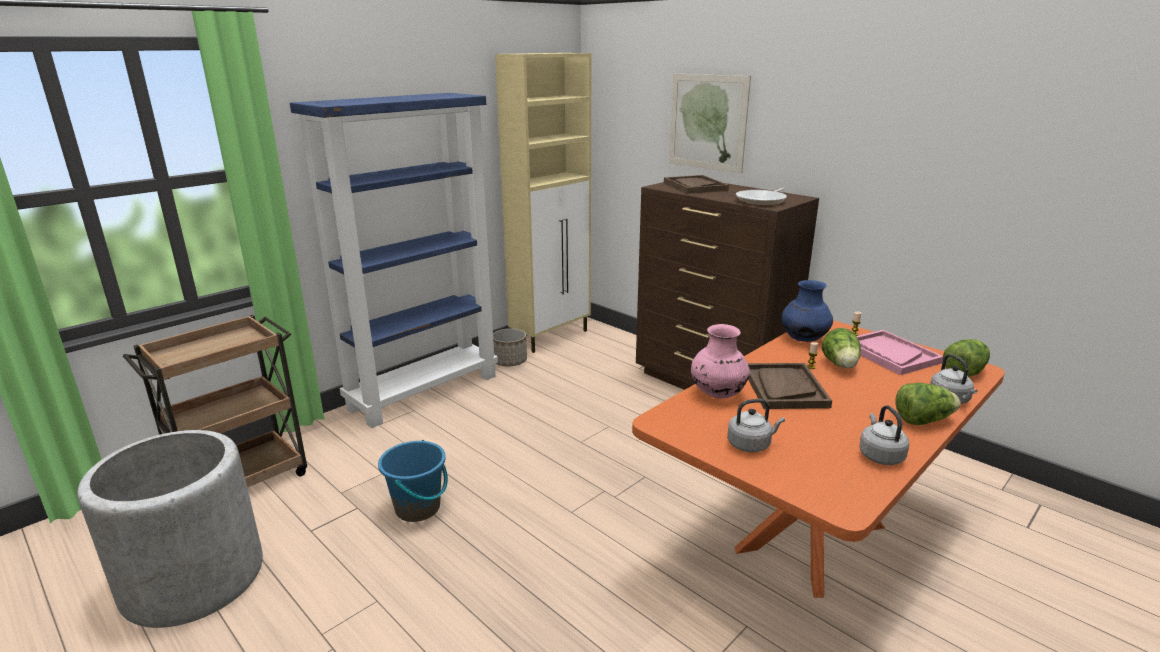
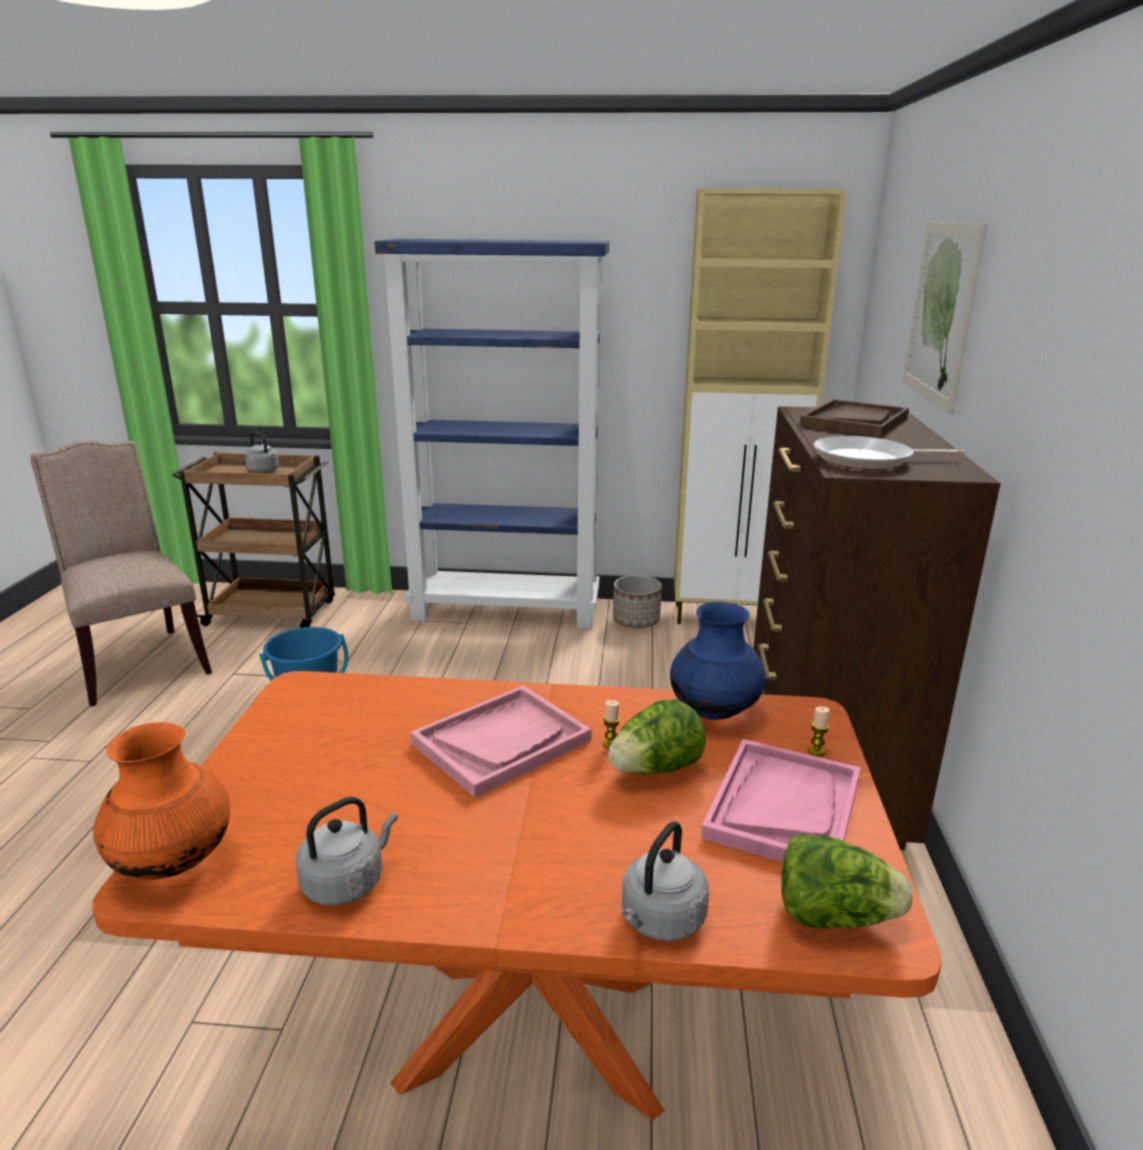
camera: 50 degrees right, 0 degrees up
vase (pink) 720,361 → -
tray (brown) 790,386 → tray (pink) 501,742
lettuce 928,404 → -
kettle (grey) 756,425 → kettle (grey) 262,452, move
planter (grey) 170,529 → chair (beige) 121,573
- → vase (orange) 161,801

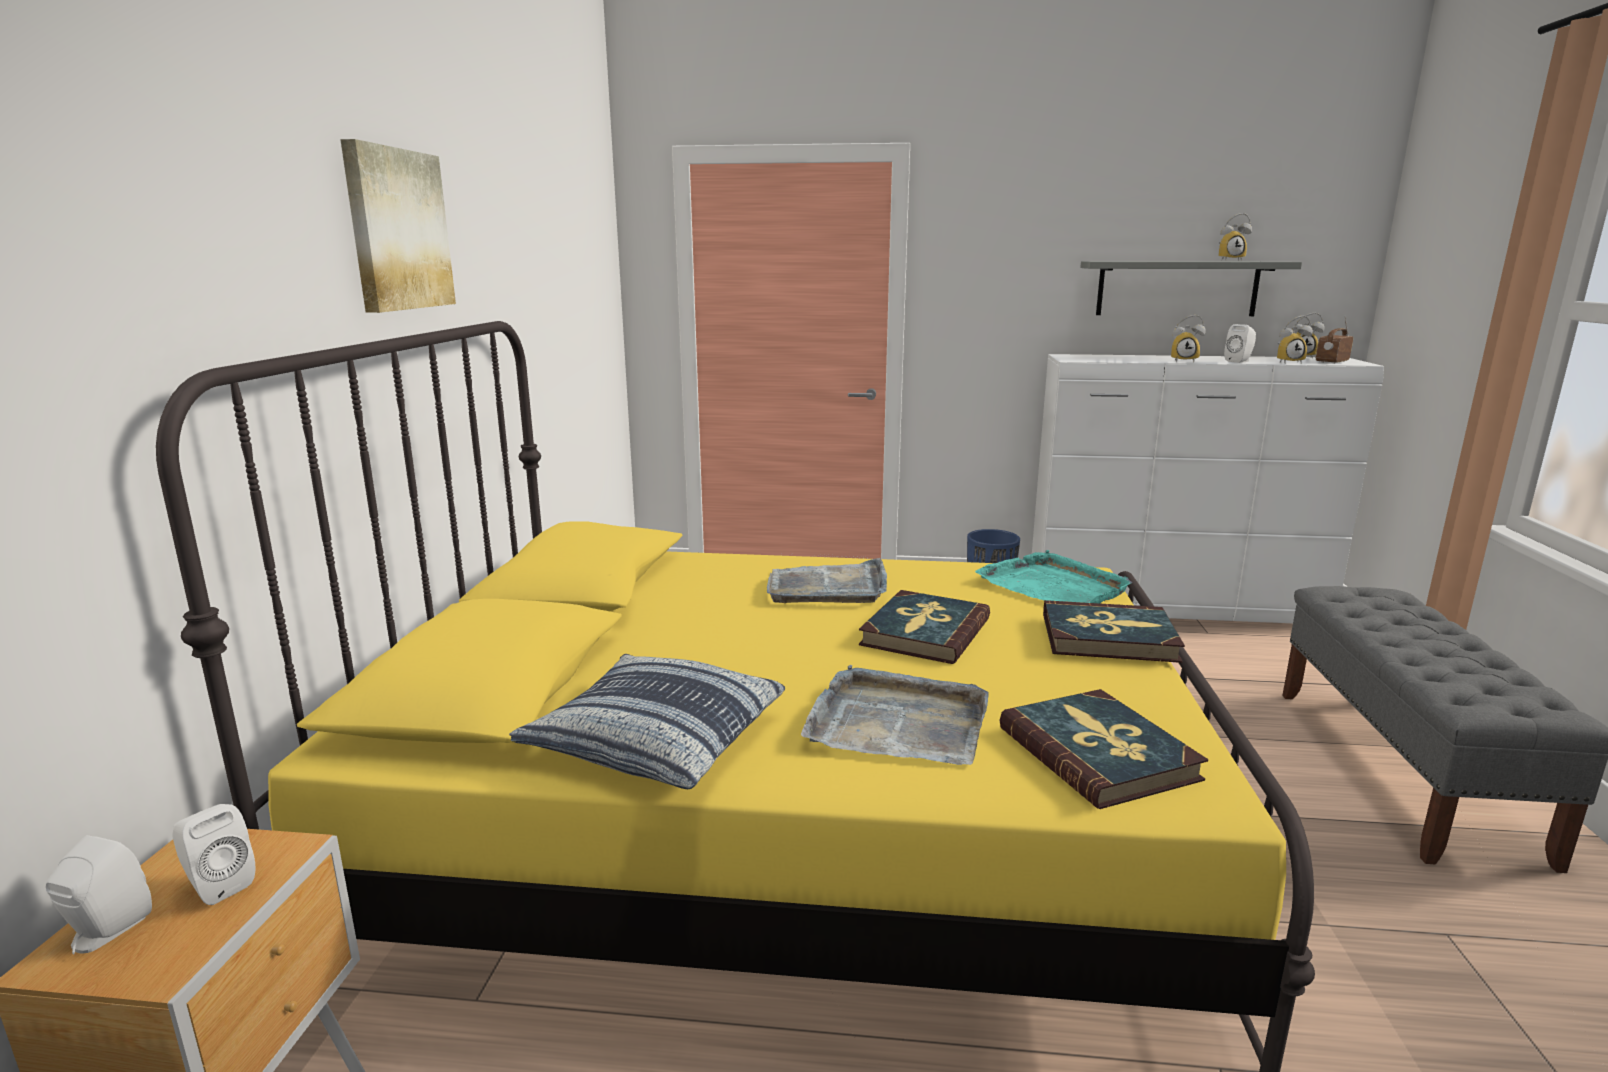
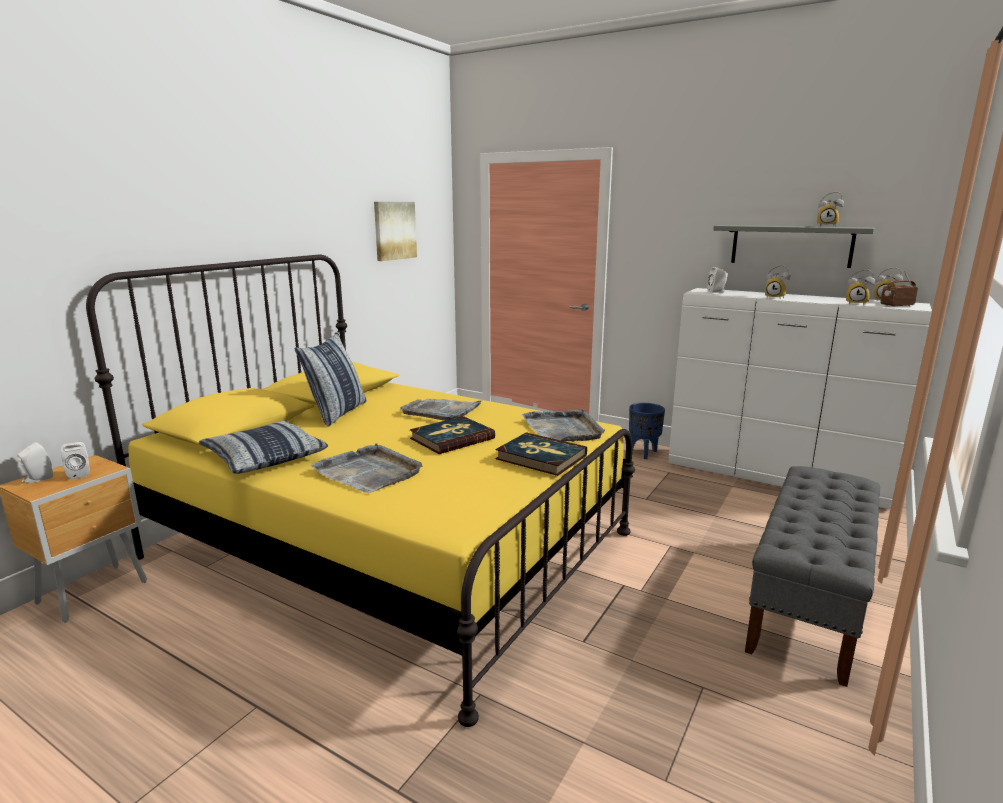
camera: 25 degrees right, 0 degrees up
picture 398,226 → picture 395,231, move
speaker (white) 1240,343 → speaker (white) 718,280, move
tray (turquoise) 1053,576 → tray (grey) 563,425
book 1104,749 → -
- → pillow 330,379

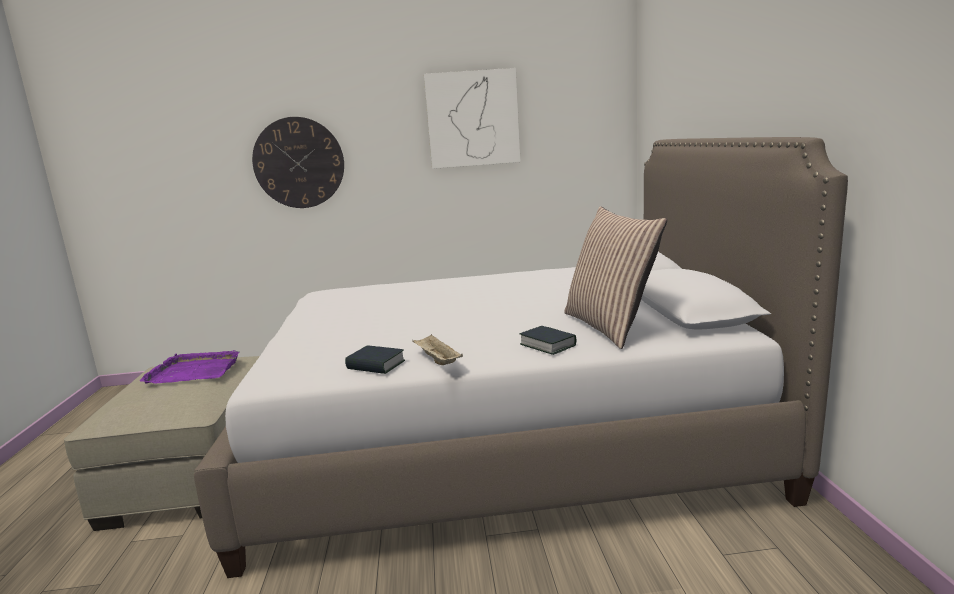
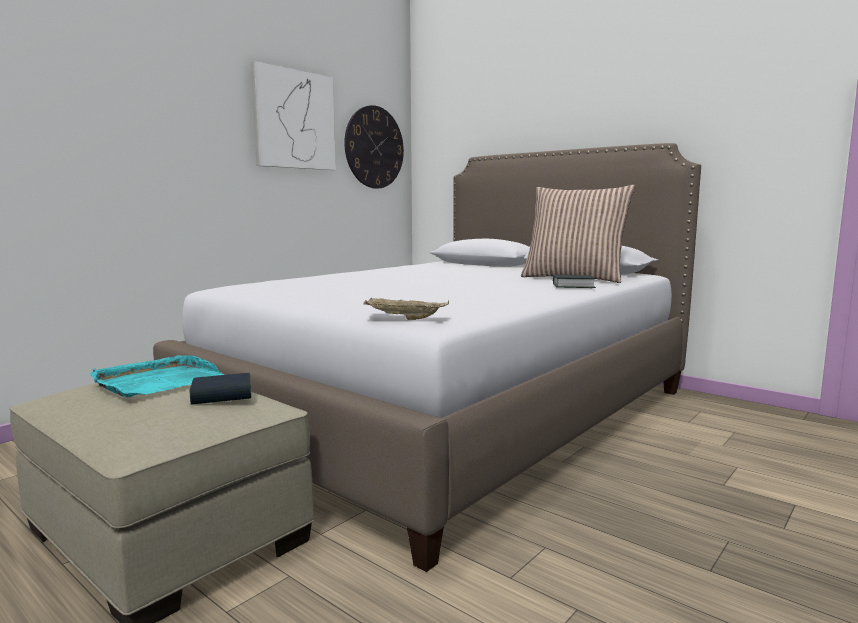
camera: 45 degrees left, 5 degrees down
wall clock 298,162 → wall clock 374,147, move
tray (beige) 437,349 → tray (beige) 406,309, move
book 375,360 → book 220,389, move
tray (purple) 189,367 → tray (turquoise) 157,376

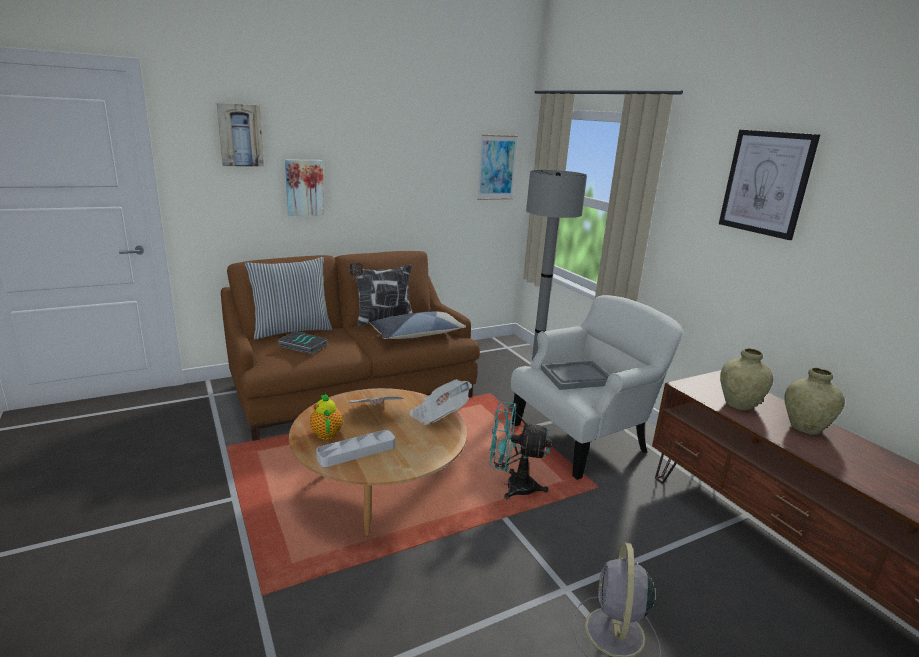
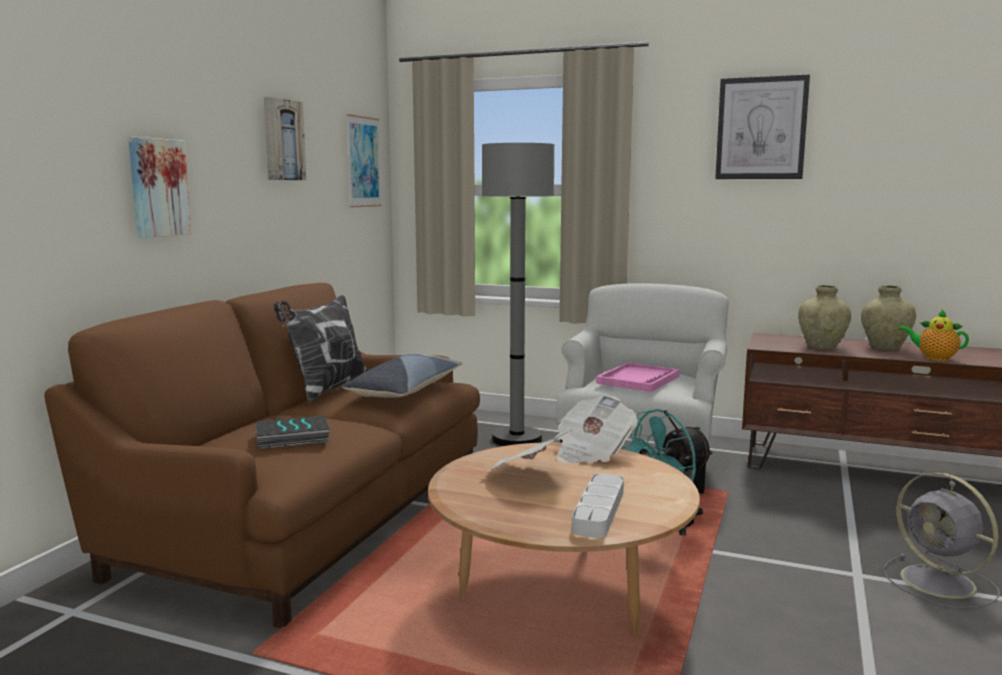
camera: 40 degrees left, 10 degrees down
picture 240,135 → picture 285,138, move
pillow 289,298 → -
tray (grey) 575,375 → tray (pink) 638,377
teapot 326,416 → teapot 934,335, move

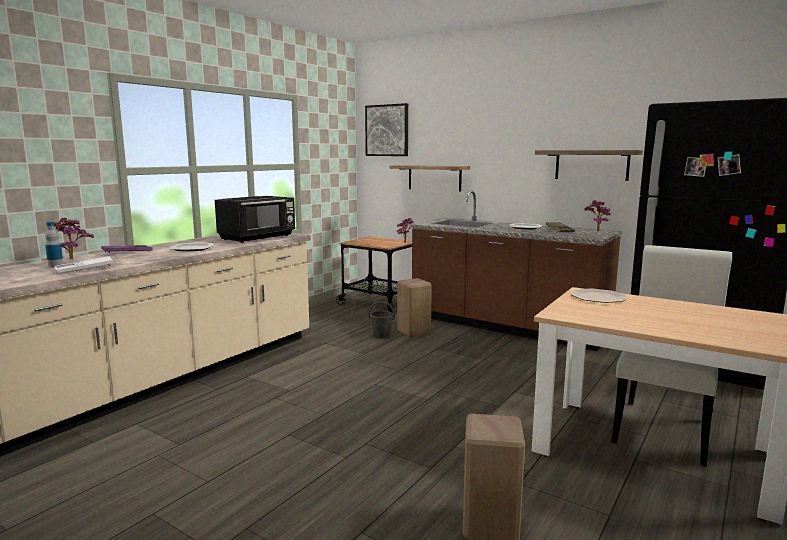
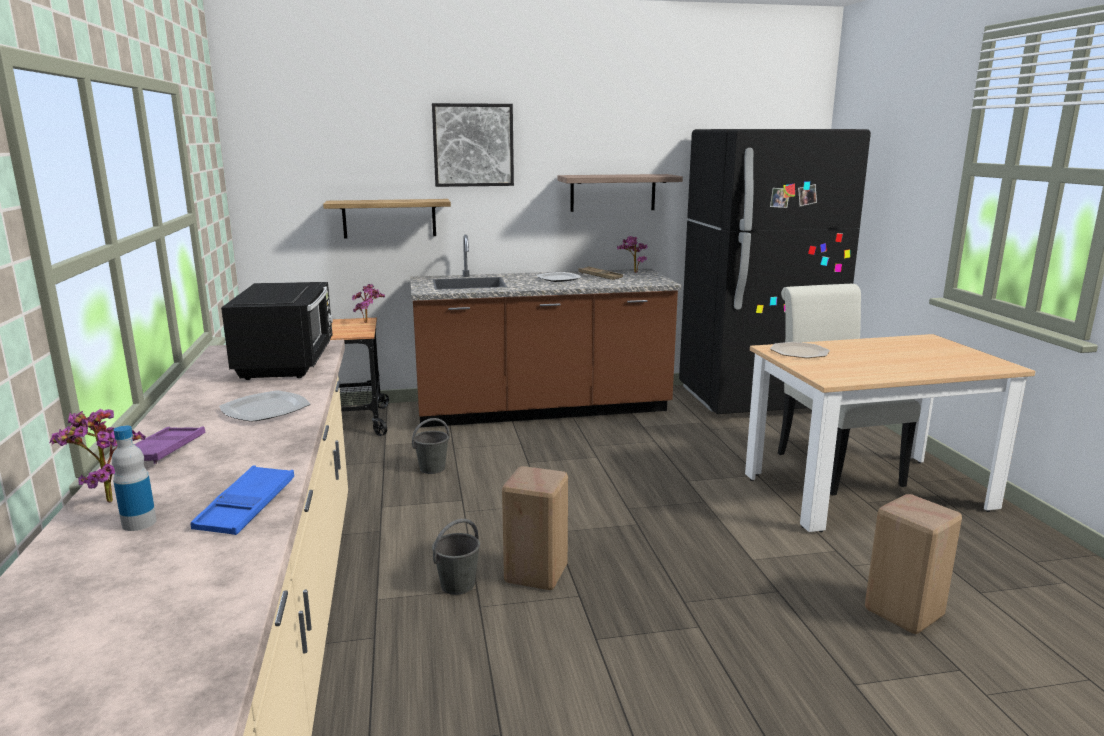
camera: 45 degrees left, 5 degrees up
picture 386,129 → picture 473,145, move
tray (white) 84,265 → tray (blue) 242,500
stool (beige) 414,307 → stool (beige) 535,528, move
- → bucket (grey) 456,557

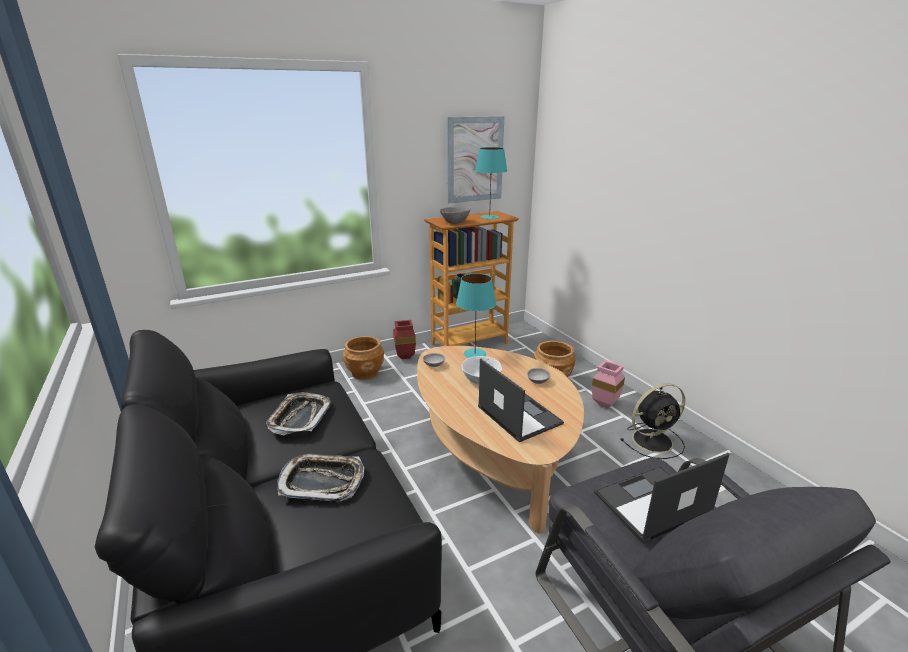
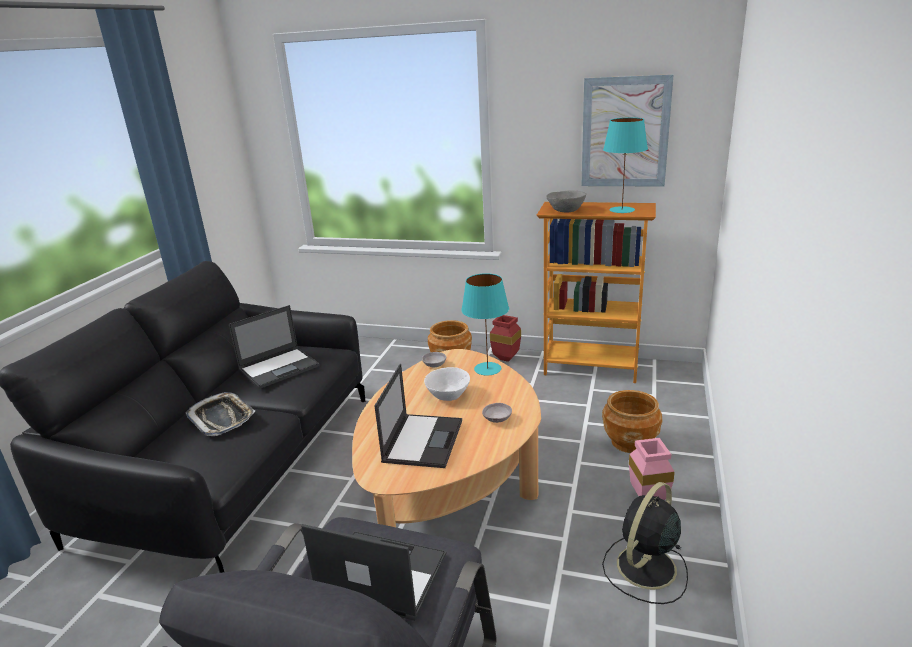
camera: 45 degrees right, 0 degrees up
fan (black) 652,421 → fan (black) 645,543, 105 degrees clockwise
tray 298,414 → laptop 274,347

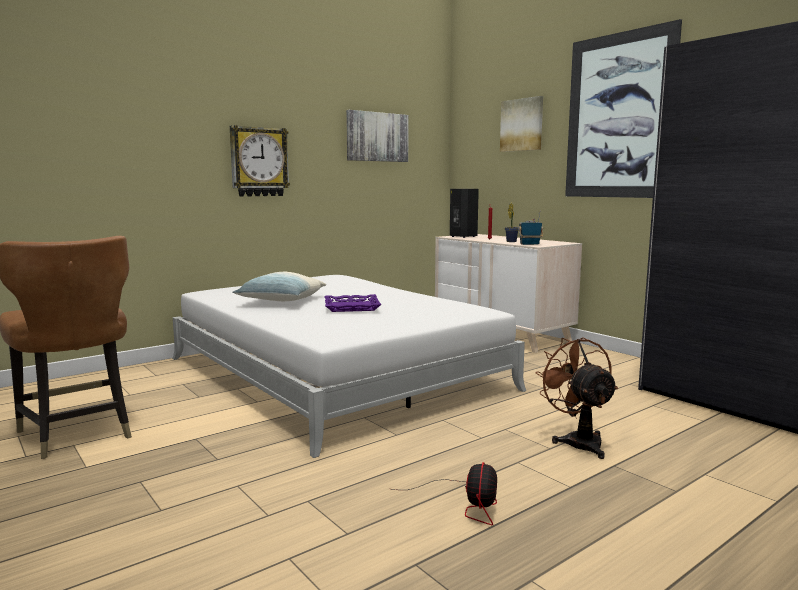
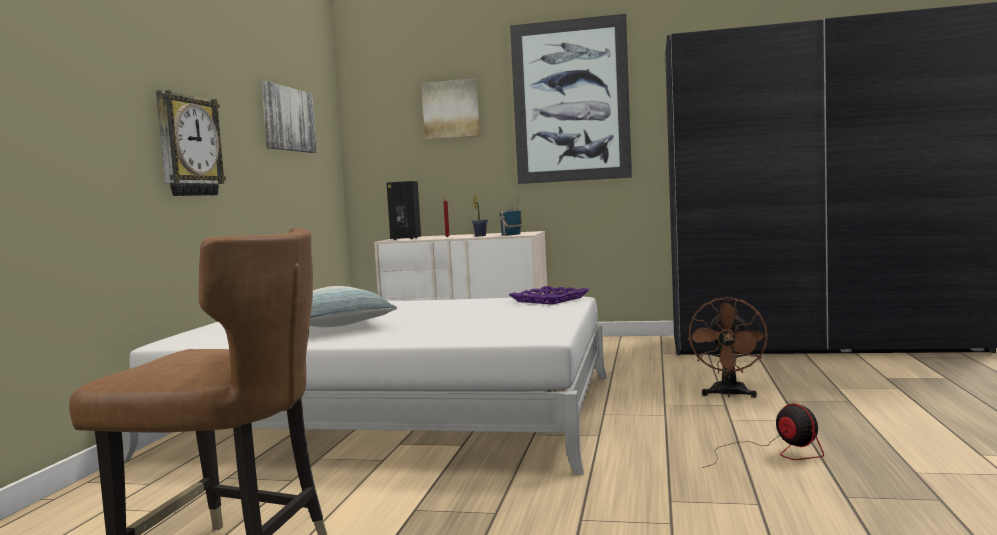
camera: 40 degrees left, 5 degrees down
tray (purple) 352,303 → tray (purple) 549,295, move
fan (brown) 577,398 → fan (brown) 728,347, 105 degrees counterclockwise

